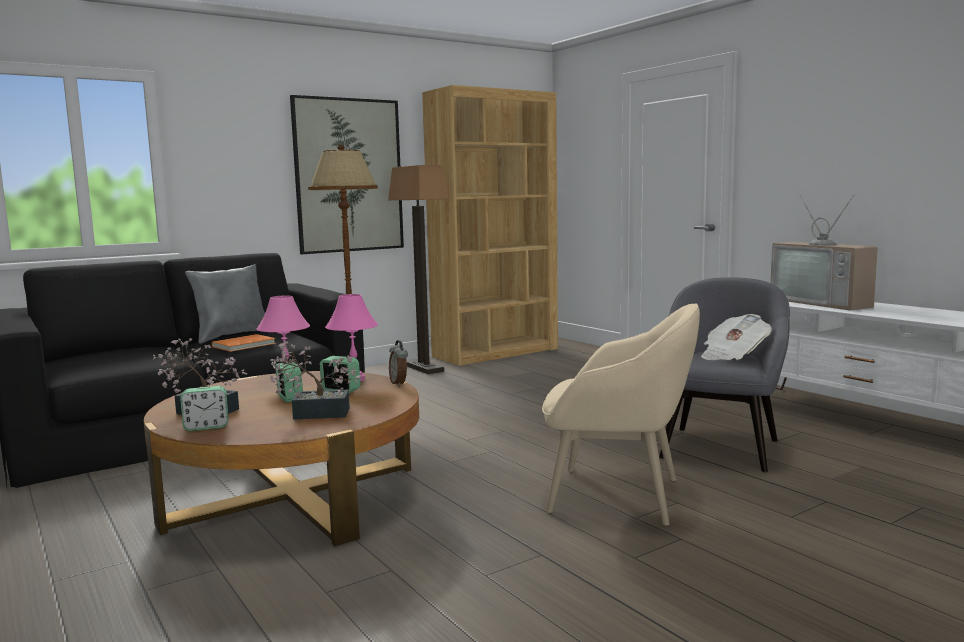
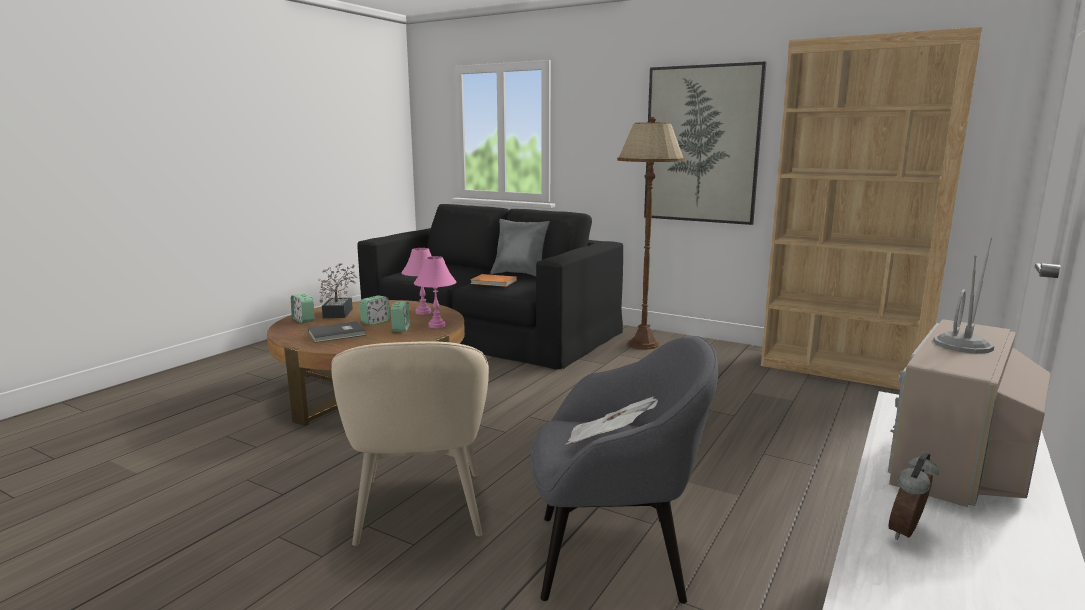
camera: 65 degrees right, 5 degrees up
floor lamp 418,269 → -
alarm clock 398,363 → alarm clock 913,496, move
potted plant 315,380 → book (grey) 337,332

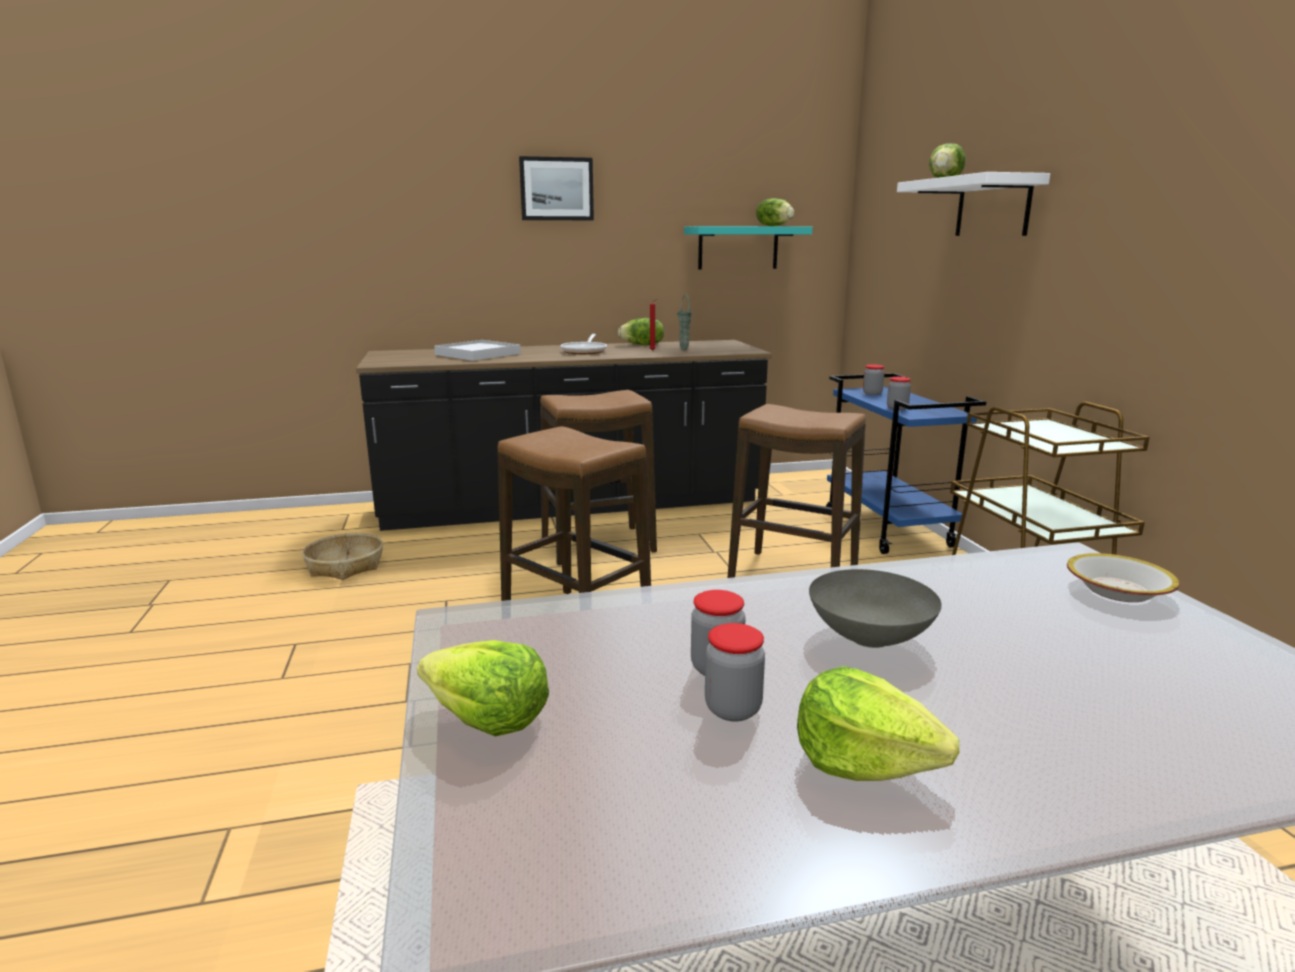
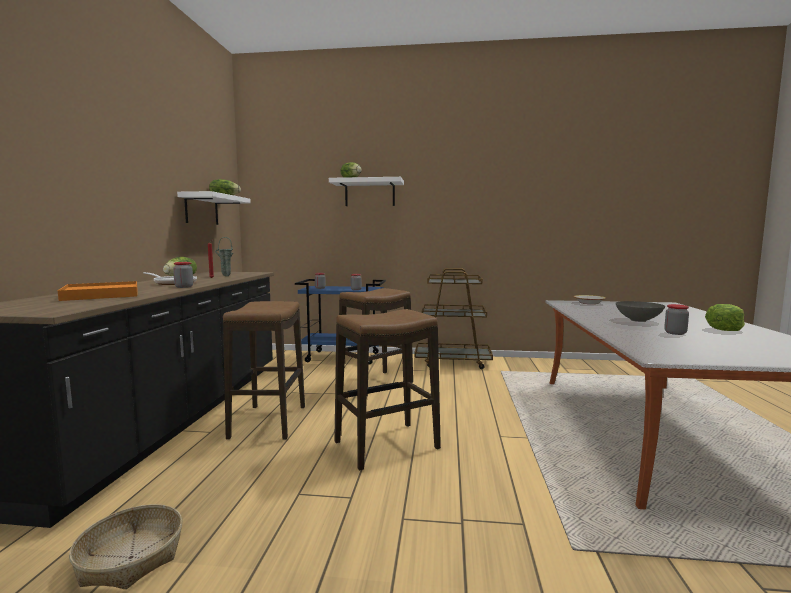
camera: 70 degrees left, 10 degrees down
picture 556,188 → -
shelf (turquoise) 748,248 → shelf (white) 214,208
tray (white) 477,350 → tray (orange) 98,291
jar 735,672 → jar 183,275, move
lettuce 483,688 → -

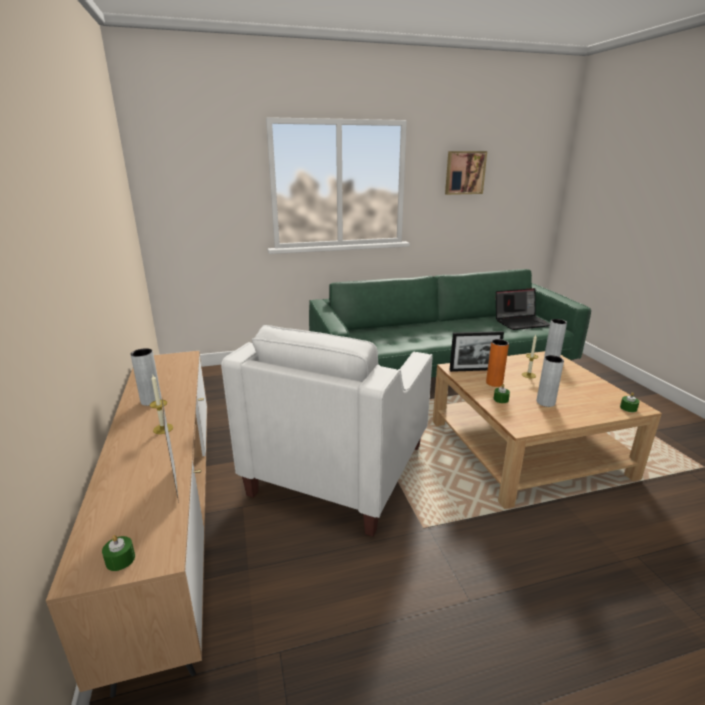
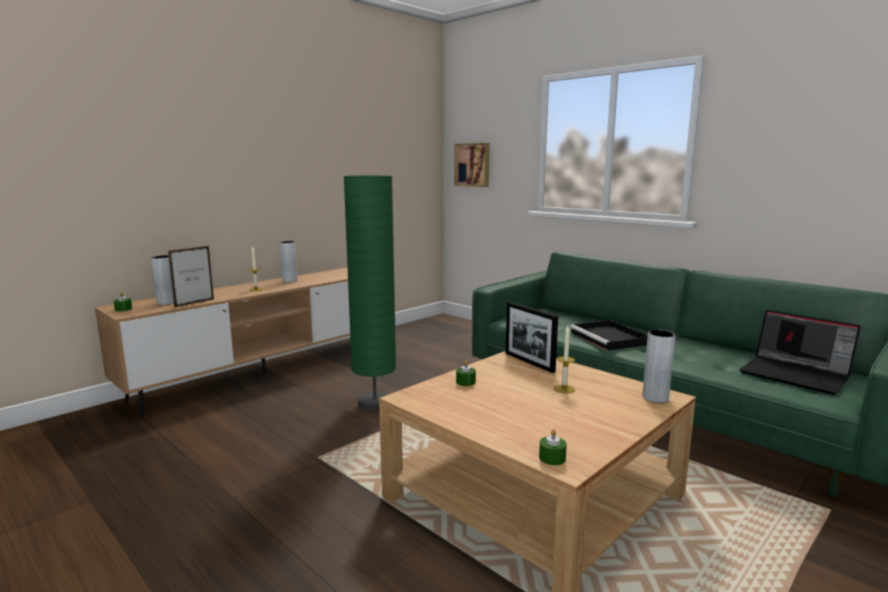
camera: 60 degrees right, 10 degrees down
picture 466,173 → picture 472,165, move
armchair (white) 327,431 → floor lamp (green) 370,293
vase (orange) 497,363 → -
vase (grey) 550,381 → vase (grey) 162,280, move
- → tray (black) 609,335

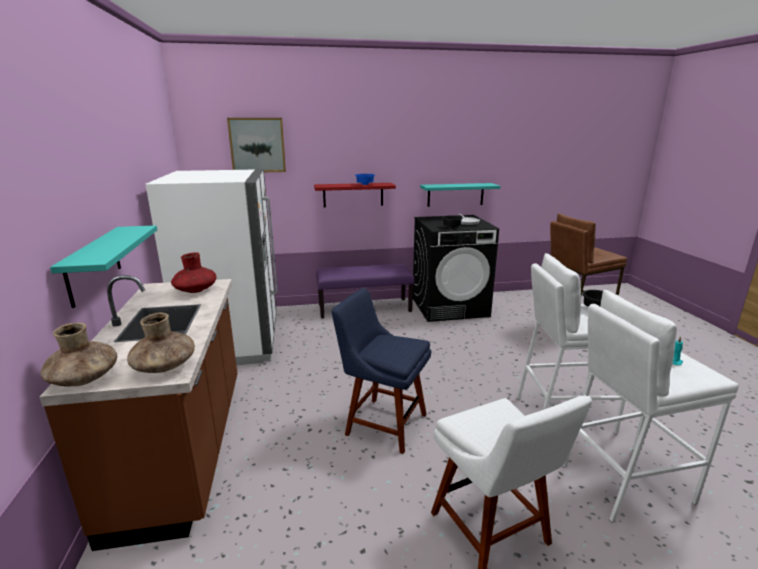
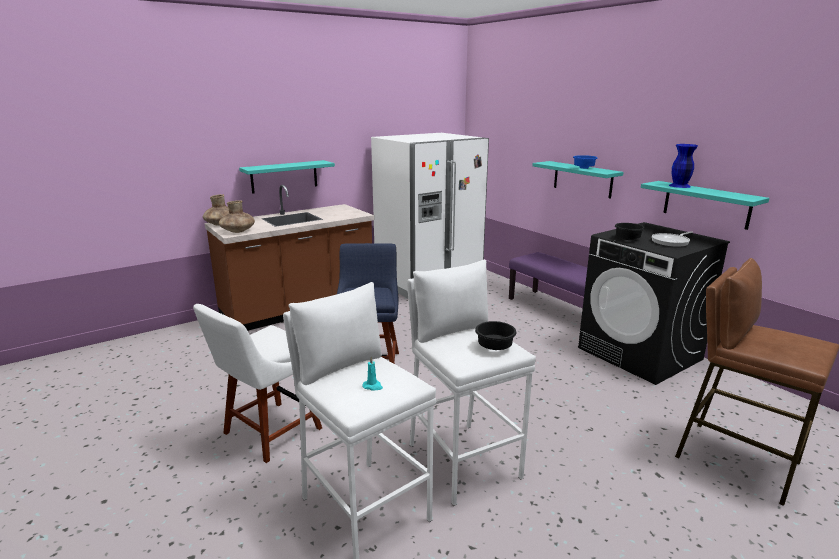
camera: 65 degrees right, 0 degrees up
picture 256,145 → -
shelf (red) 355,195 → shelf (turquoise) 578,180
vase (red) 194,272 → -
- → vase (blue) 683,166

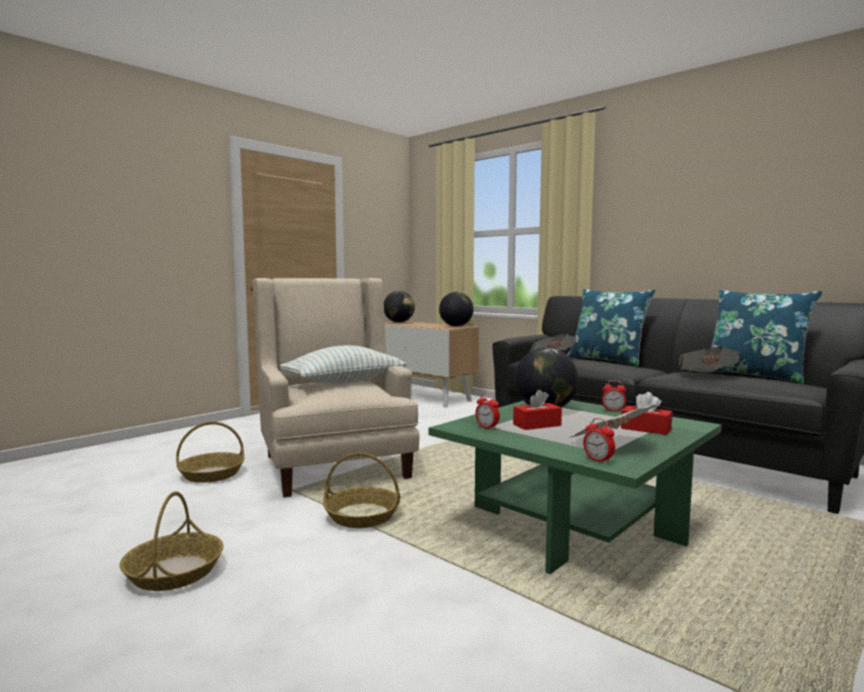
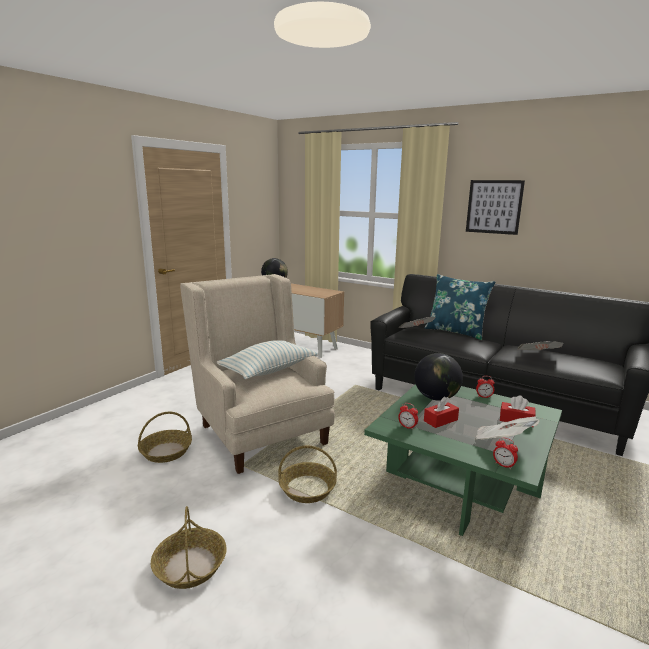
camera: 10 degrees left, 10 degrees up
pillow (blue) 766,337 → -
globe 456,309 → -
- → picture 495,207

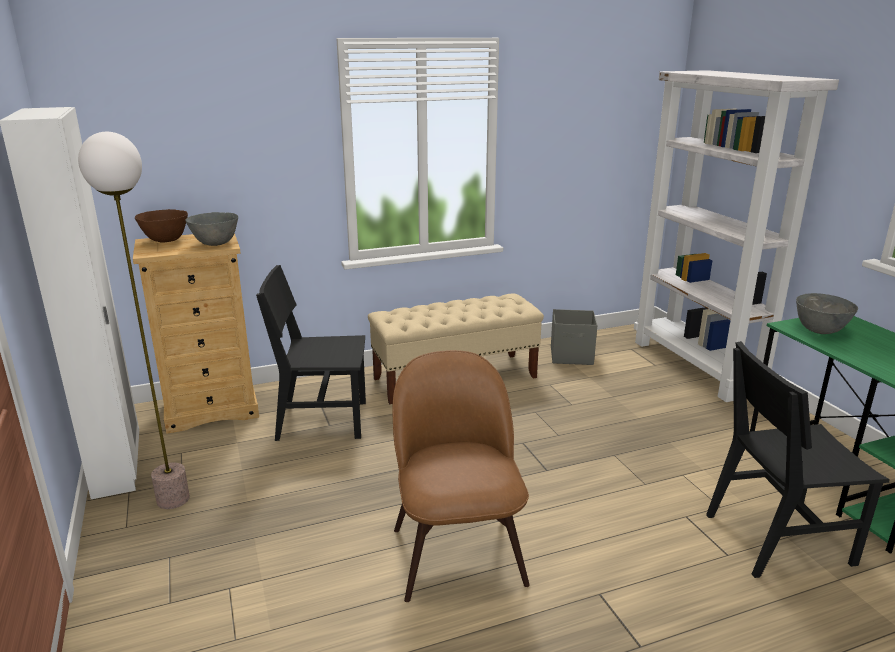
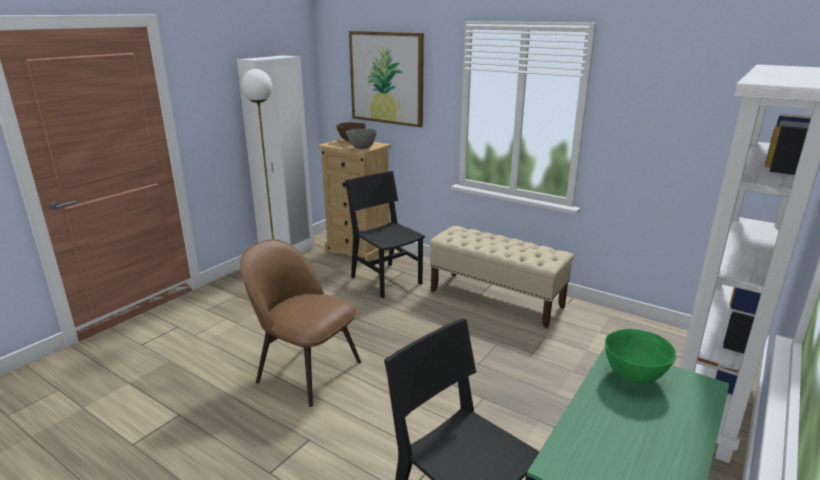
camera: 55 degrees right, 0 degrees up
bowl (grey) 827,313 → bowl (green) 640,356
storage box (grey) 574,337 → -
chair (brown) 461,476 → chair (brown) 300,323, 105 degrees counterclockwise
- → picture 386,79

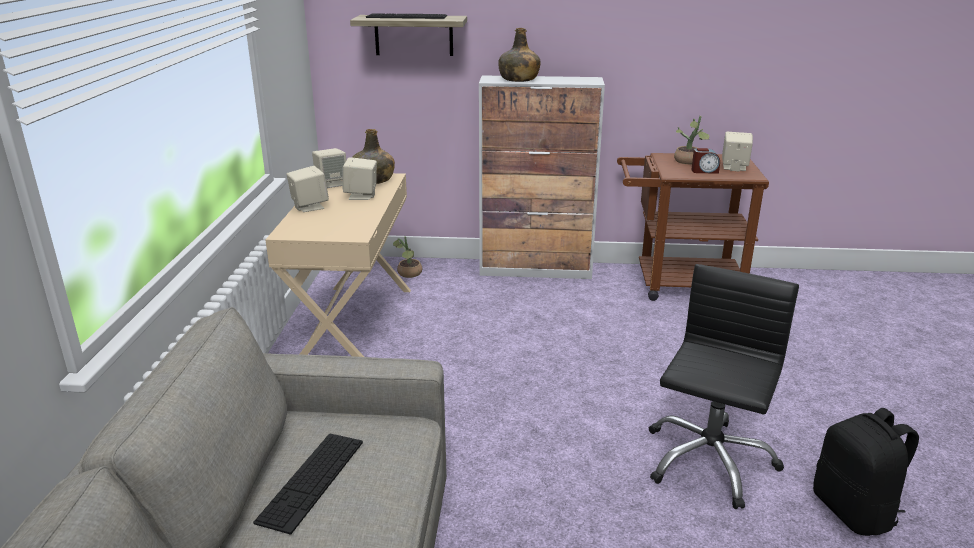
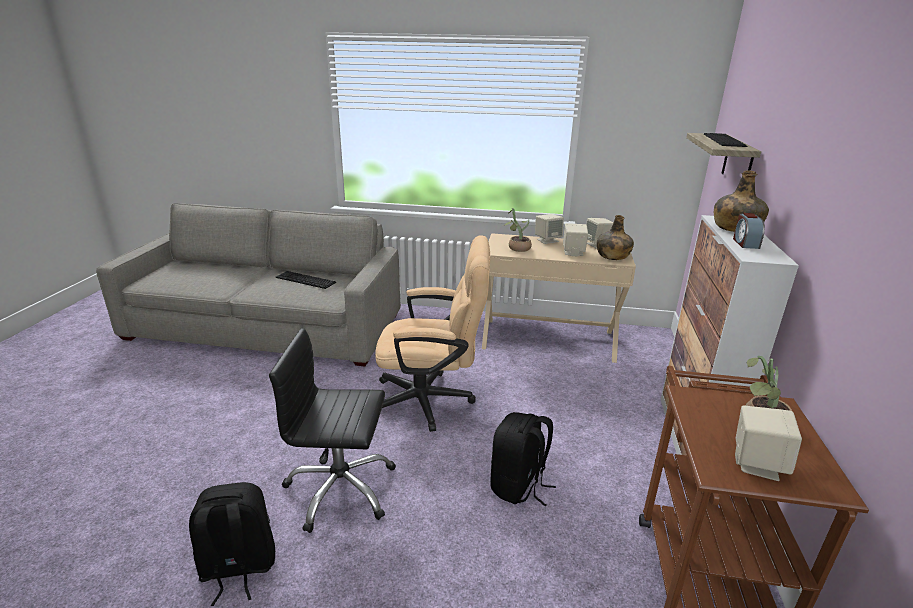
camera: 95 degrees right, 0 degrees up
alarm clock 705,160 → alarm clock 749,231, move
potted plant 407,257 → potted plant 517,230, move
office chair (black) 724,386 → office chair (black) 332,430, 150 degrees clockwise
- → office chair (beige) 432,333
- → backpack (black) 523,459

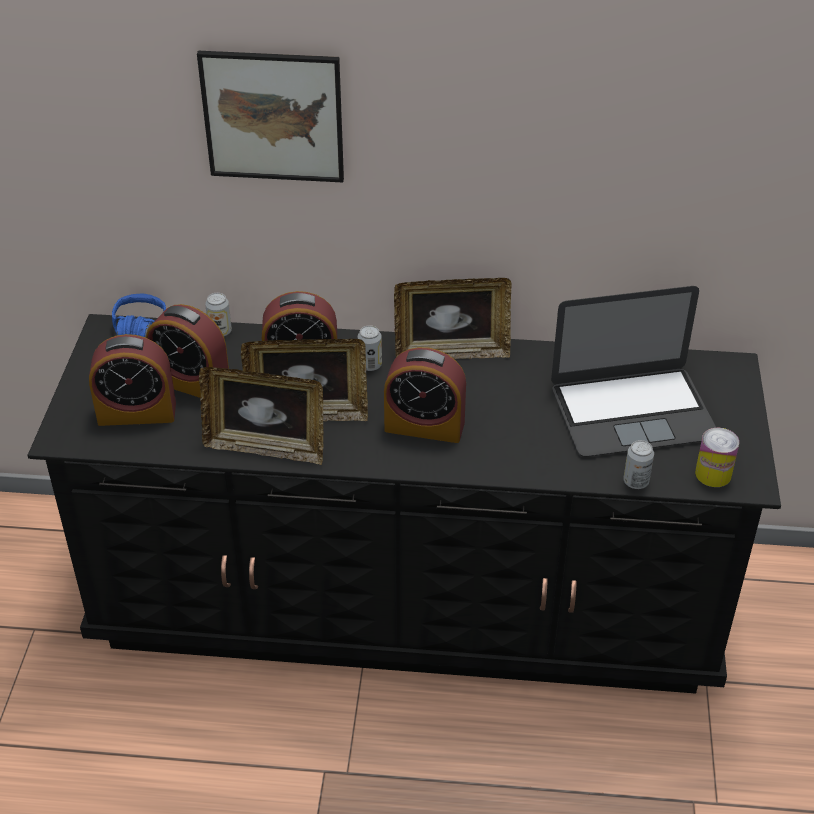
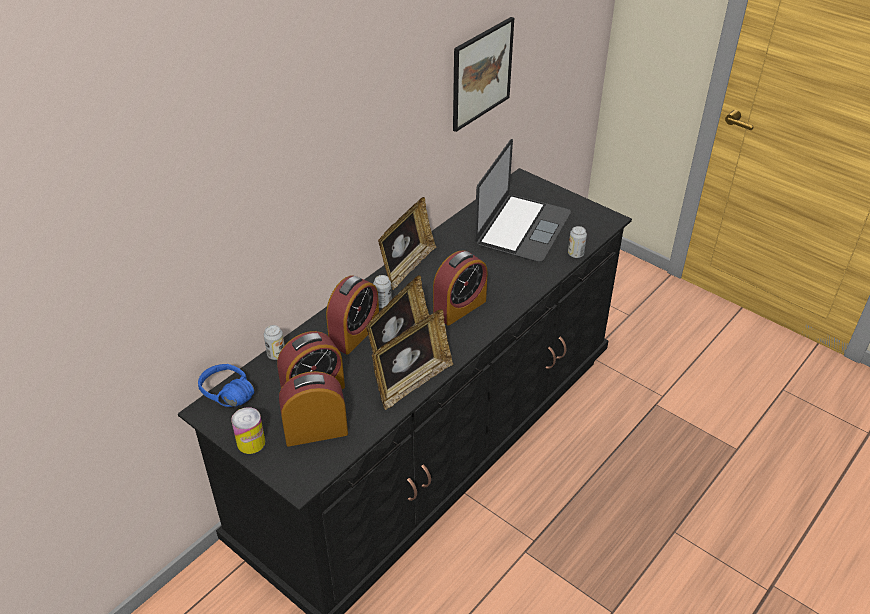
camera: 55 degrees left, 0 degrees up
picture 270,117 → picture 483,74, move
alarm clock 132,380 → alarm clock 313,409, 135 degrees counterclockwise
can 717,457 → can 248,430, move

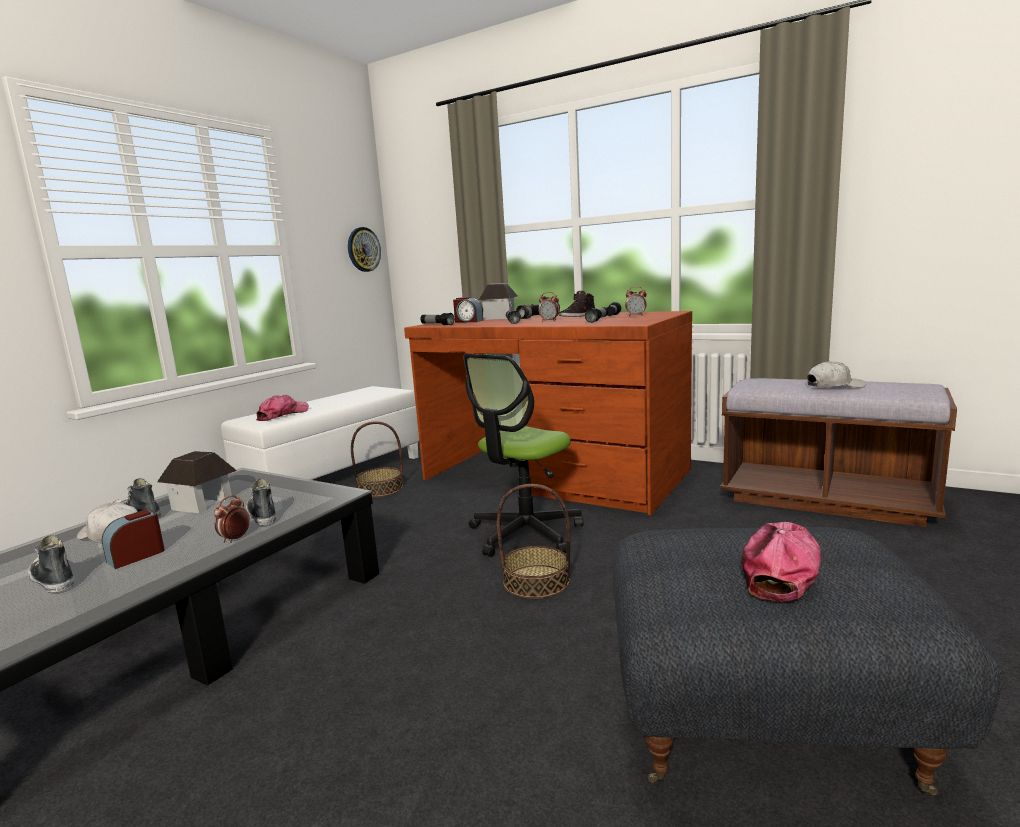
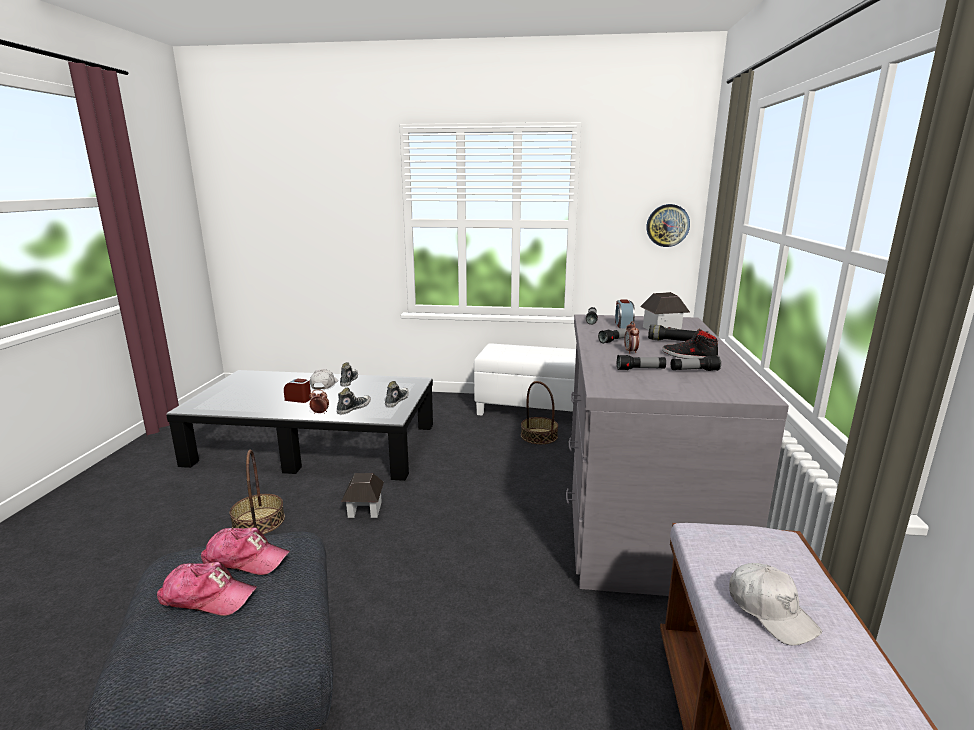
camera: 65 degrees right, 5 degrees up
alarm clock 636,301 → -
desk (brown) 548,413 → desk (grey) 677,455
office chair 523,455 → -
cap 282,408 → cap 245,551, move
toy house 197,482 → toy house 362,495, move
basket 533,541 → basket 257,492, move
shoe 51,563 → shoe 397,394, move

